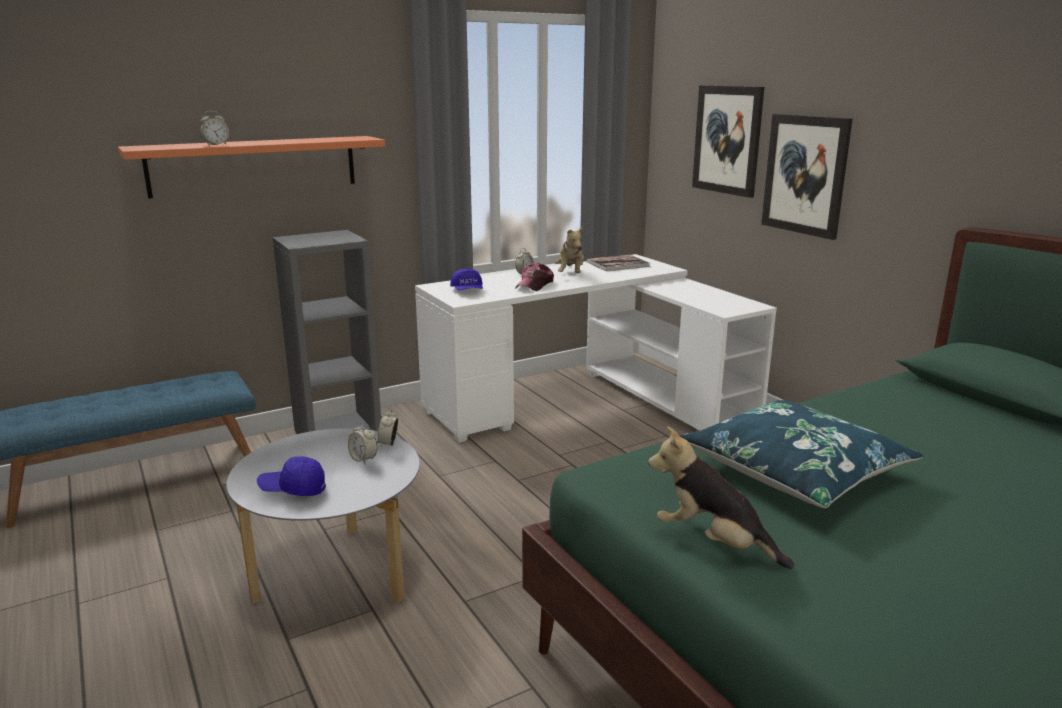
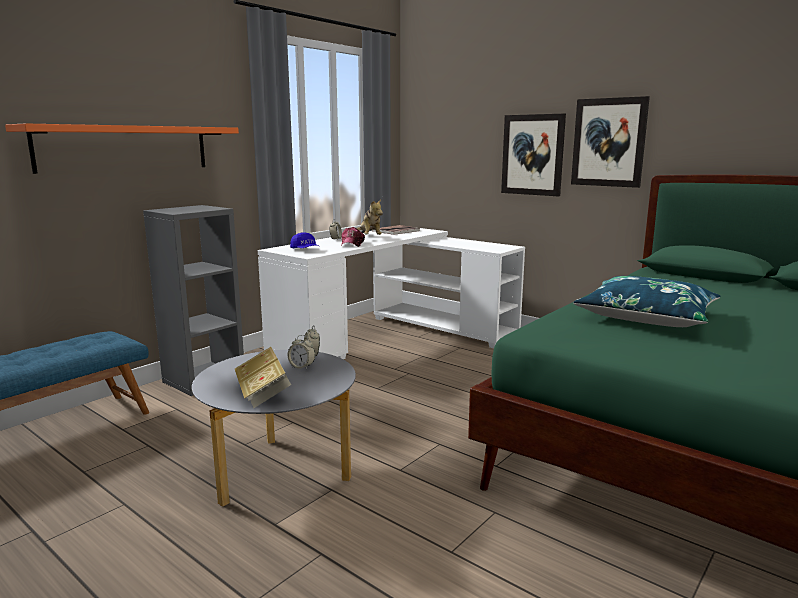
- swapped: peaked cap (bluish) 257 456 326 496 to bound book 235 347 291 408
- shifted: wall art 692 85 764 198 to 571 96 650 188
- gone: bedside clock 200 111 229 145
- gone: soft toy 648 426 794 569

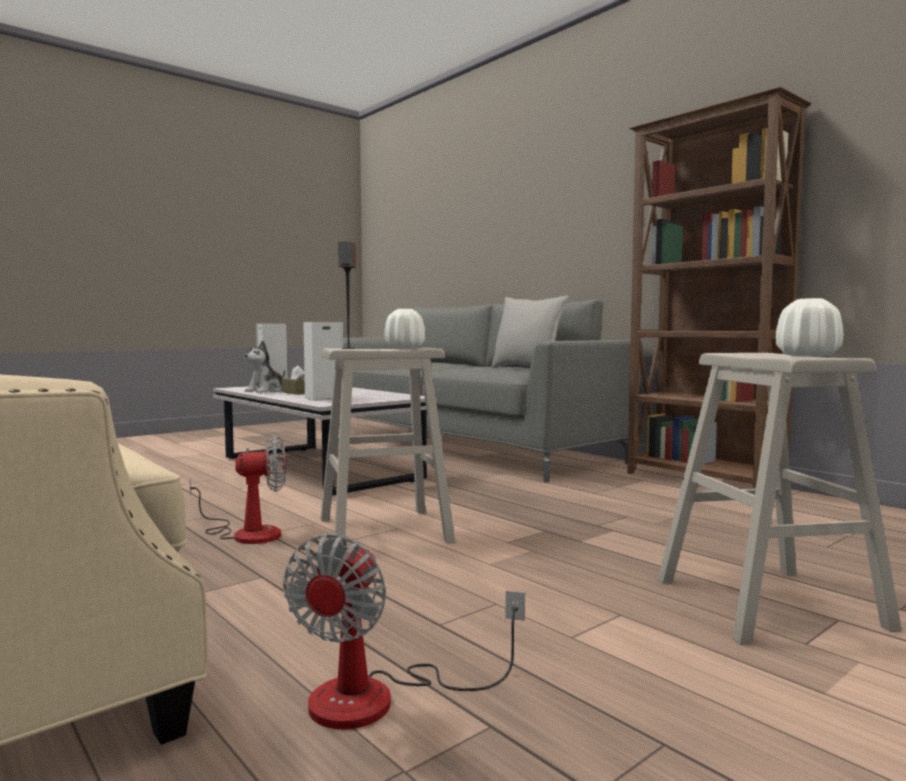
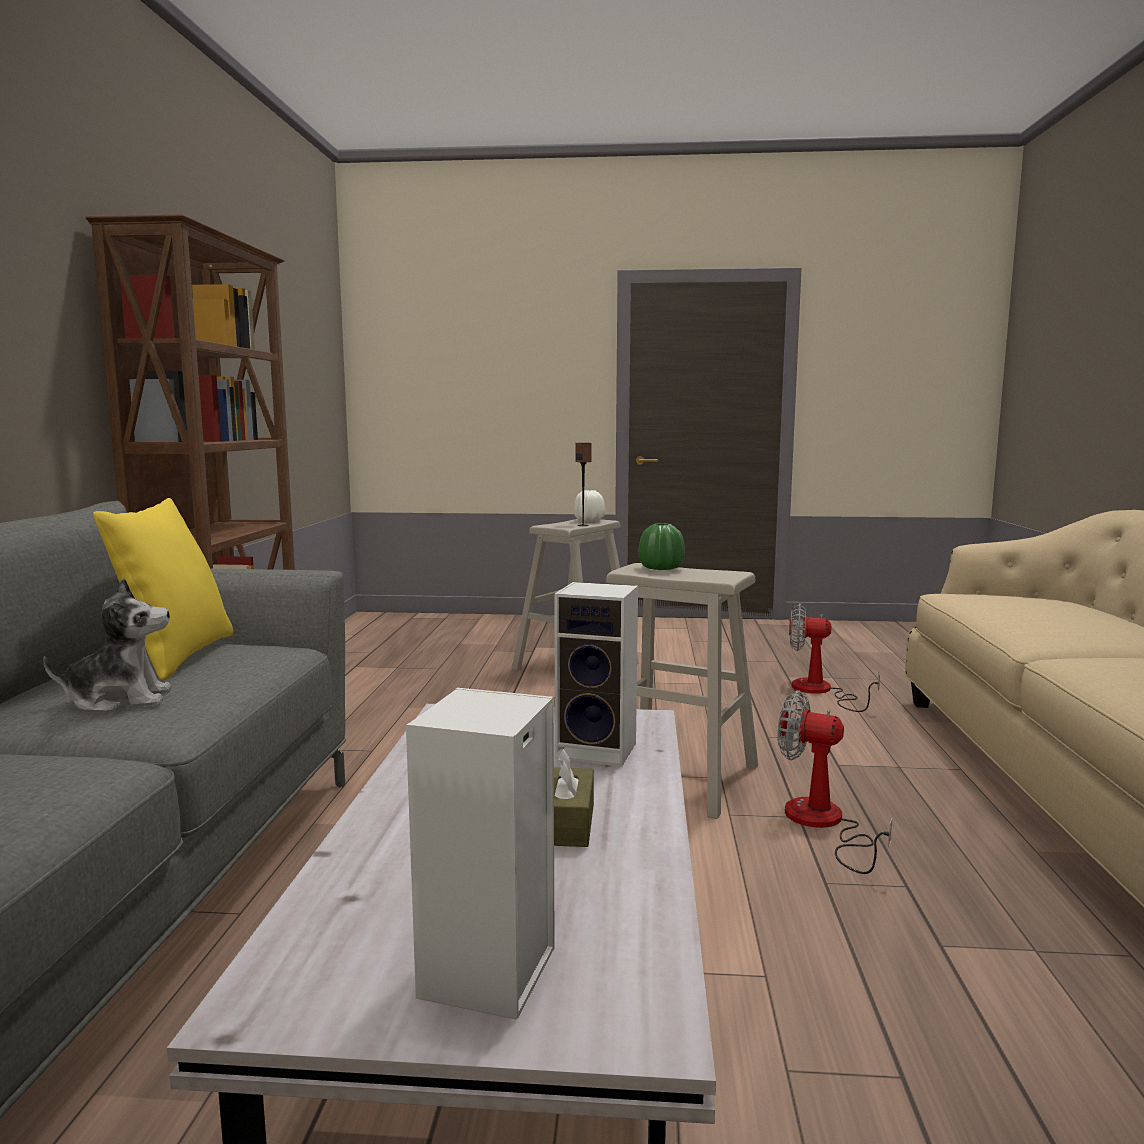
- shifted: soft toy 245 341 285 393 to 43 578 172 712
- repainted: pillow (gray) 491 296 569 368 to pillow (yellowish) 93 498 233 681
- shifted: loudspeaker 338 242 356 349 to 575 443 592 526
- repainted: vase (whitish) 384 309 425 348 to vase (greenish) 639 523 685 570
- rotated: electric fan 283 534 525 729 = 789 604 880 712 135 degrees counterclockwise

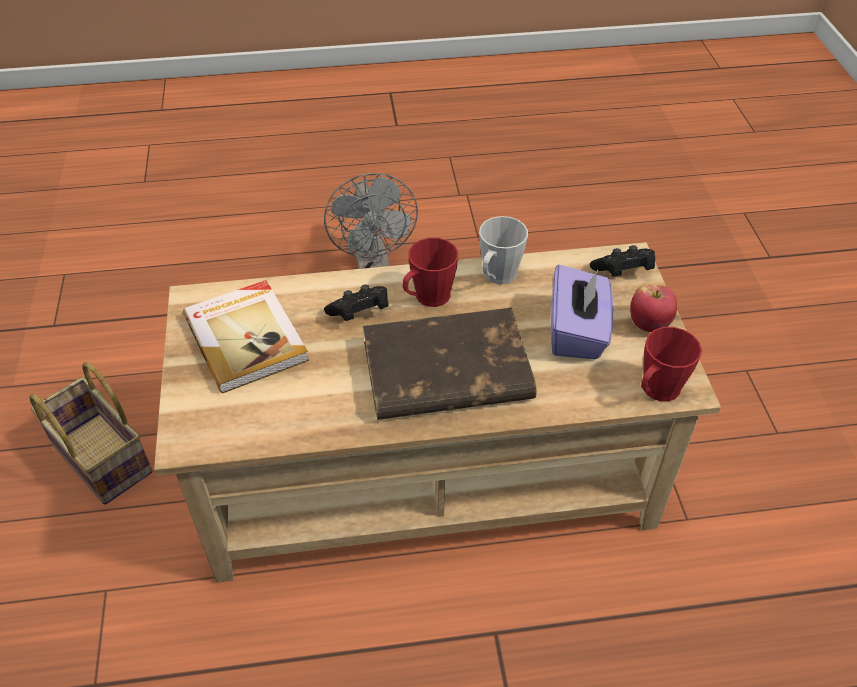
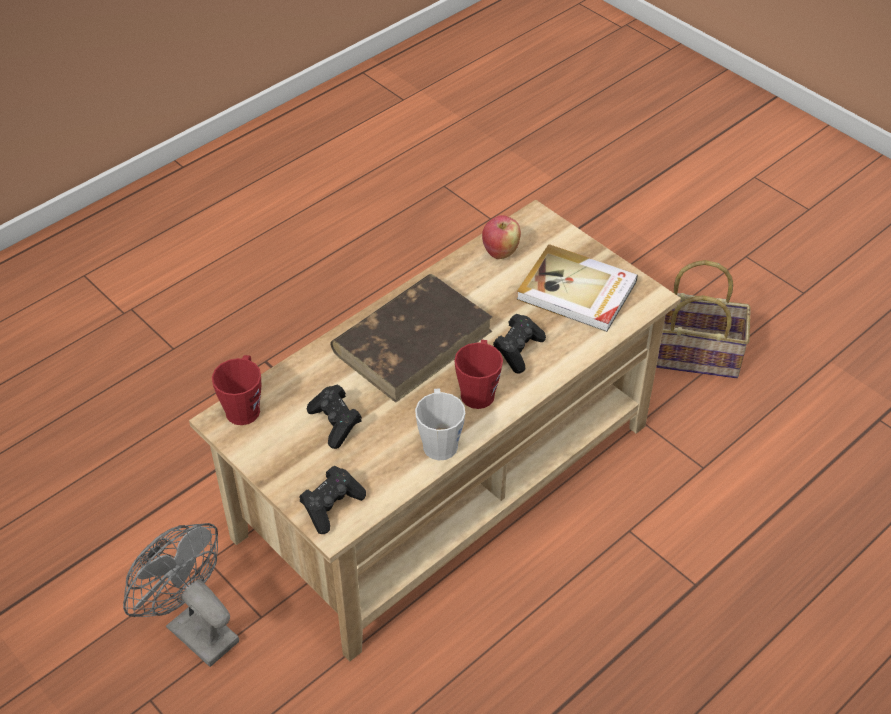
- shifted: electric fan (gray) 324 173 418 269 to 123 523 239 667
- swapped: tissue box (purple) 551 264 613 360 to joypad (black-coloured) 307 385 362 449
- shifted: whole apple 630 284 677 332 to 482 215 521 259

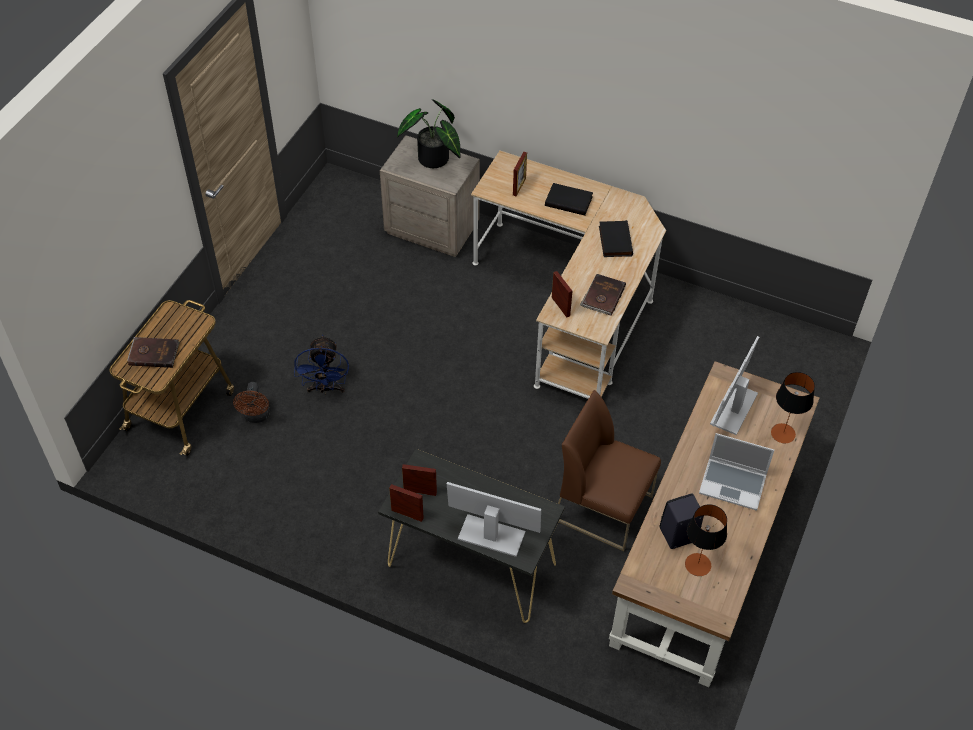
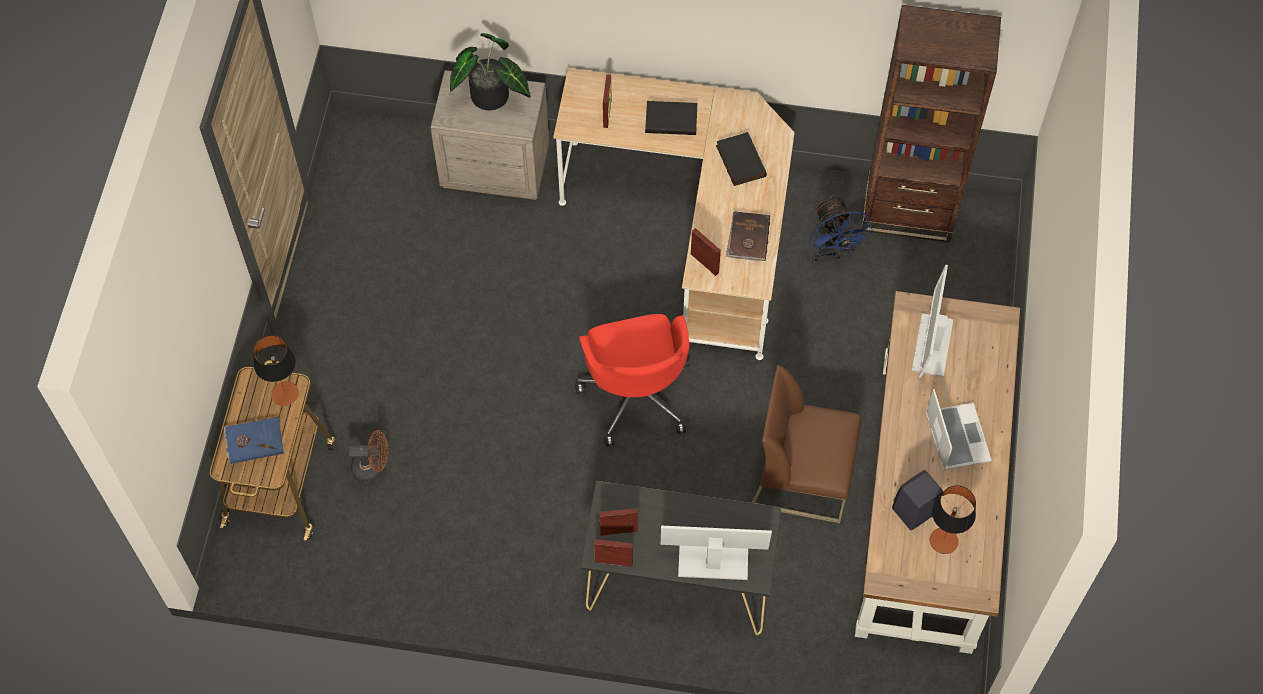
- repainted: bound book (brown) 127 337 180 368 to bound book (bluish) 224 417 284 464
- shifted: lamp for a table 771 372 815 443 to 253 335 299 406
- rotated: electric fan (brown) 233 382 270 423 = 348 430 388 482 75 degrees counterclockwise
- new: computer chair (red) 575 314 690 447
- shifted: electric fan (bluish) 294 335 349 394 to 810 195 873 261
- new: bookshelf (brown) 862 5 1001 243
- rotated: portable computer 699 433 774 511 = 926 389 992 470 105 degrees counterclockwise

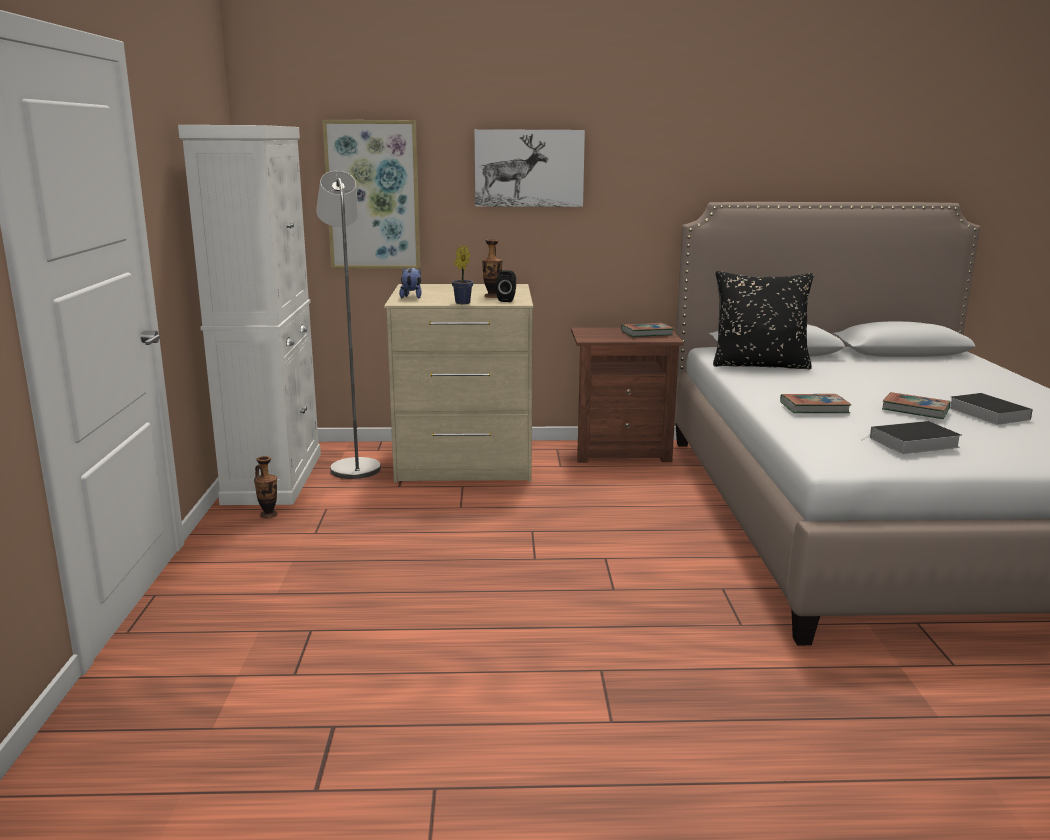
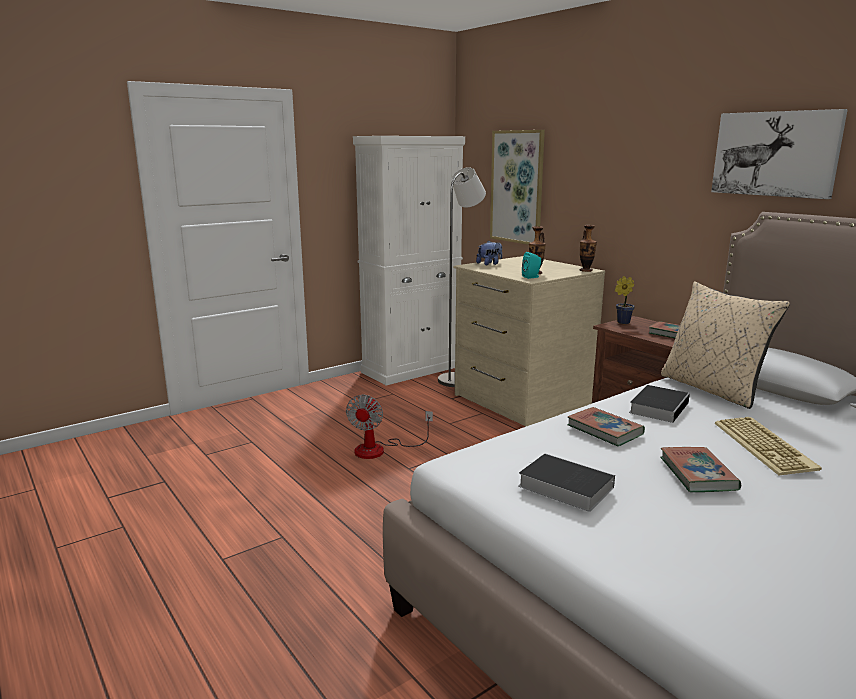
- new: electric fan 346 394 433 459
- repainted: loudspeaker (black-coloured) 497 270 516 302 to loudspeaker (turquoise-coloured) 522 252 541 279
- shifted: vase 254 456 277 519 to 580 225 597 272
- shifted: plant in a pot 452 245 473 304 to 615 276 635 324
- shifted: bound book 950 393 1033 425 to 629 385 690 423
- repainted: pillow (black-coloured) 713 271 814 369 to pillow (beige) 661 281 790 409
- shifted: wall art 475 129 585 207 to 711 109 848 199
- new: PC keyboard 715 417 822 475

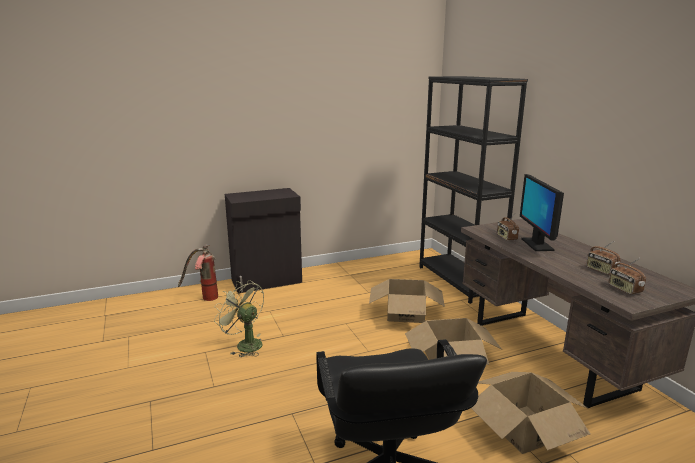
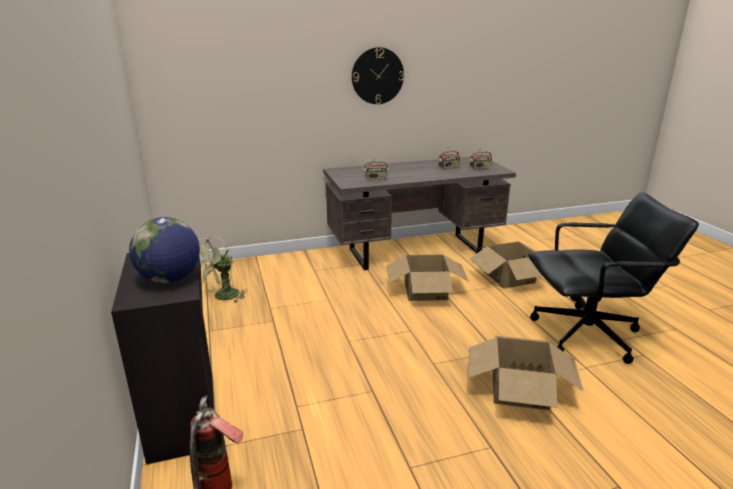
- new: desk globe 129 217 200 283
- shifted: electric fan (greenish) 214 280 264 357 to 199 236 247 303
- new: wall clock 352 47 404 104
- shifted: cardboard box 369 279 445 323 to 469 336 583 410
- gone: bookshelf (black-coloured) 419 76 528 304
- gone: computer screen 520 174 564 251

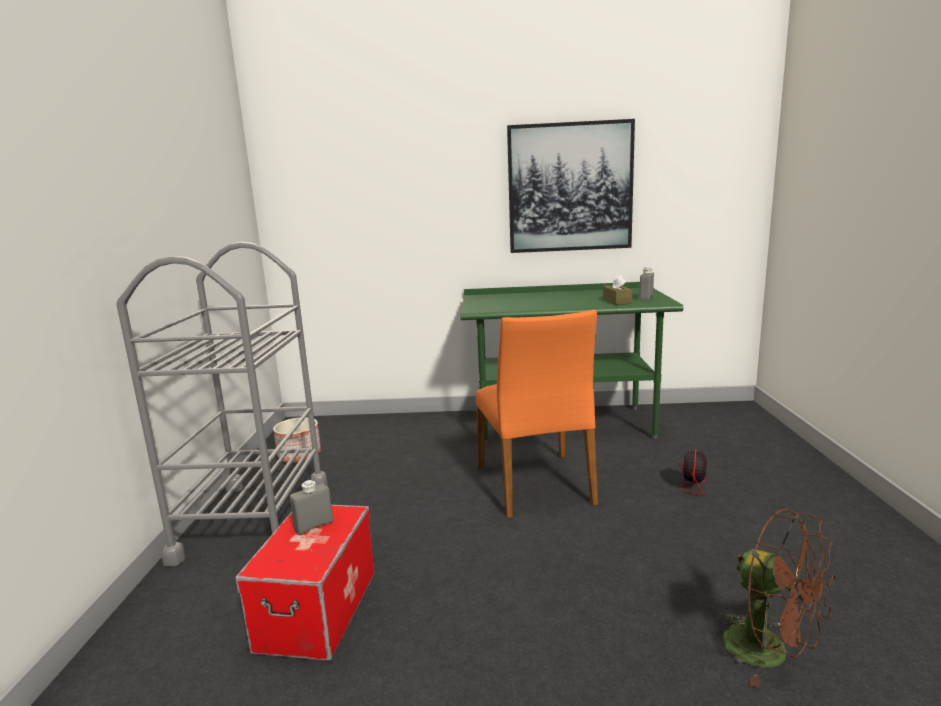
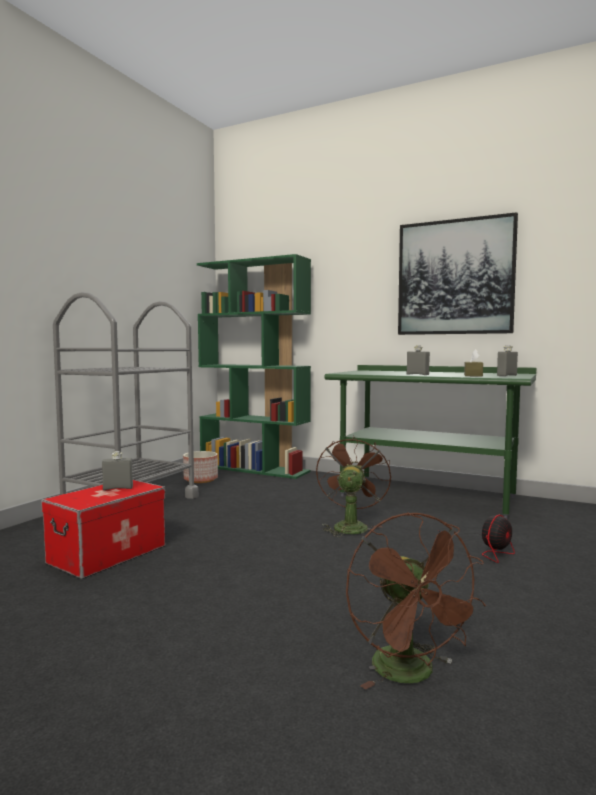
- new: bookshelf (greenish) 197 254 311 479
- swapped: plain chair (orange) 476 310 598 518 to electric fan (brown) 316 435 391 537
- new: beverage bottle (gray) 407 345 430 375

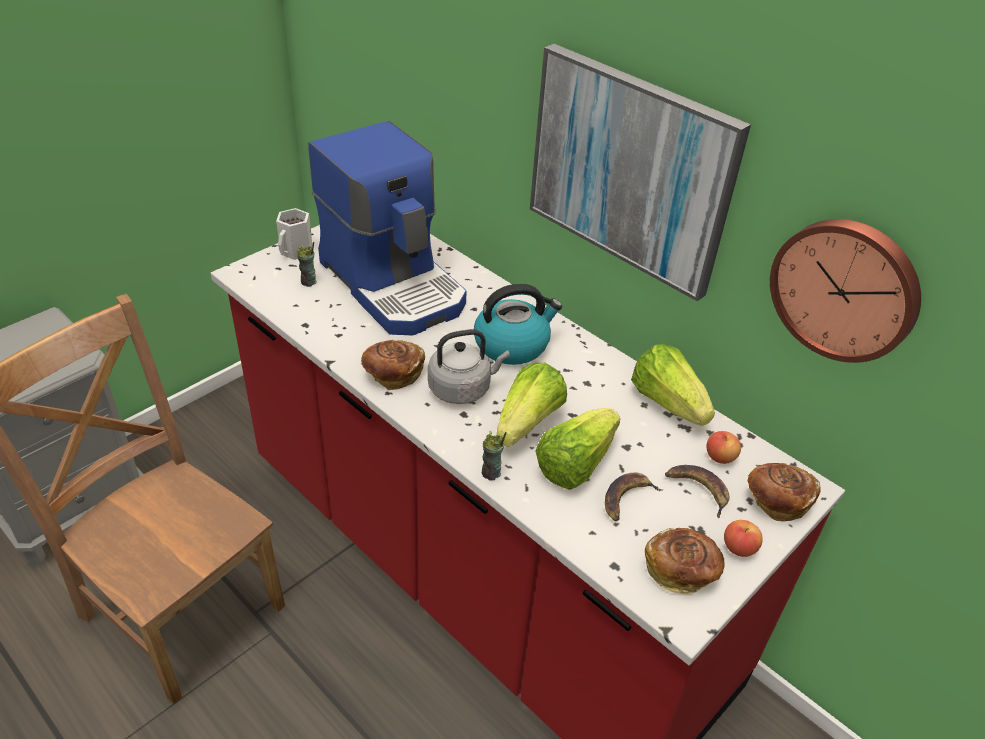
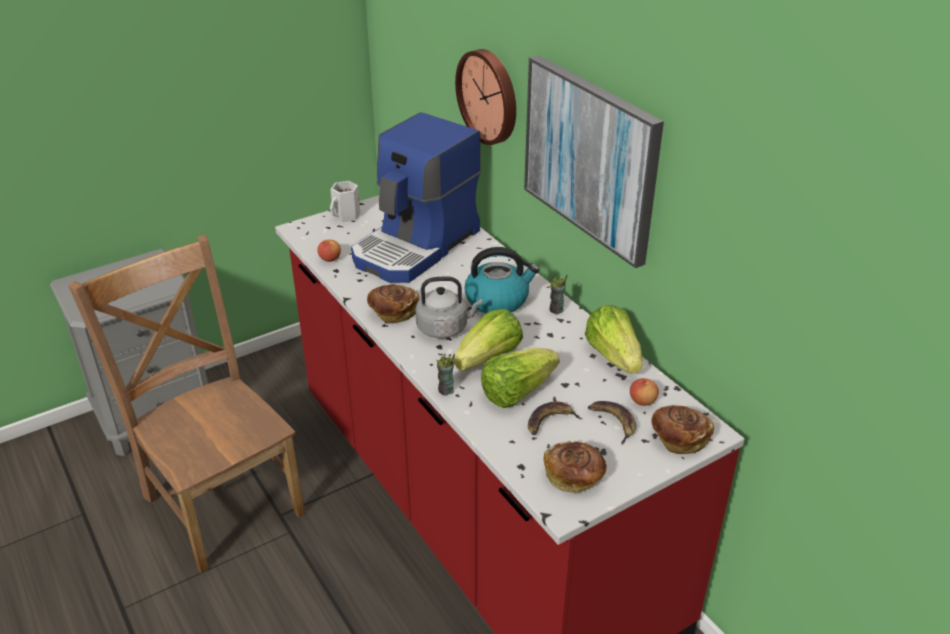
- shifted: whole apple 724 520 763 557 to 317 240 341 262
- rotated: coffee brewer 308 121 467 335 = 351 112 481 283 60 degrees clockwise
- shifted: wall clock 770 219 921 363 to 455 49 516 145
- shifted: cup 297 242 317 287 to 549 275 567 314

